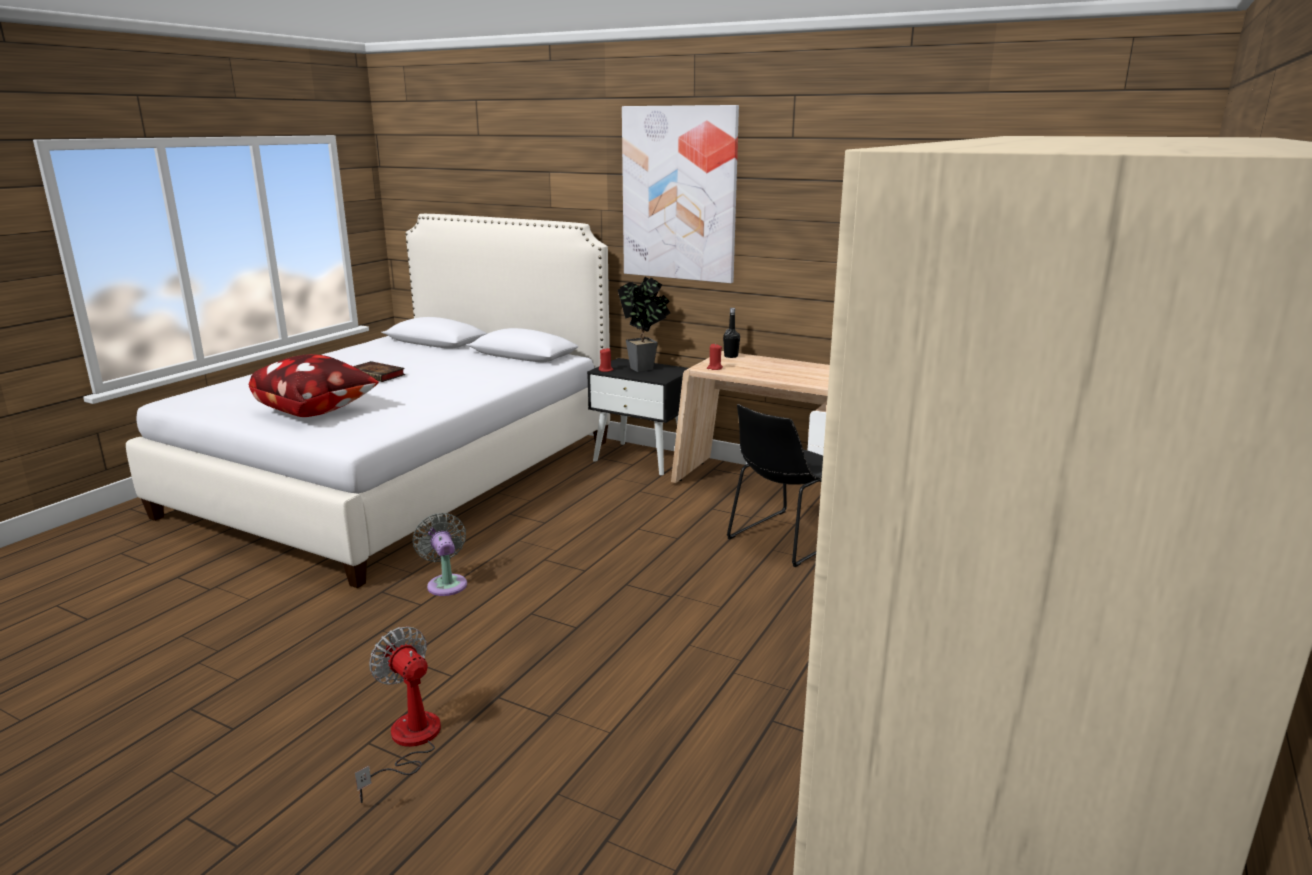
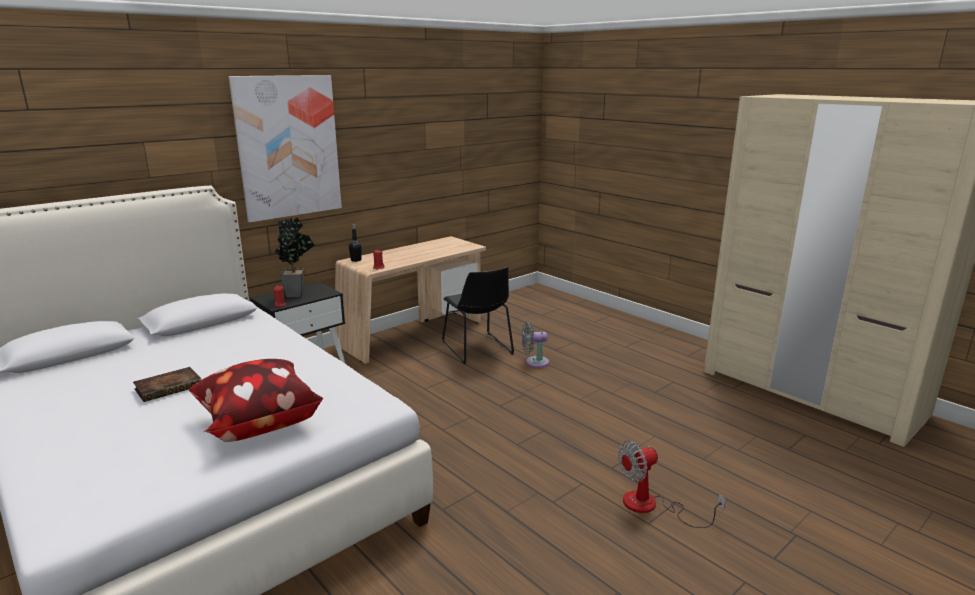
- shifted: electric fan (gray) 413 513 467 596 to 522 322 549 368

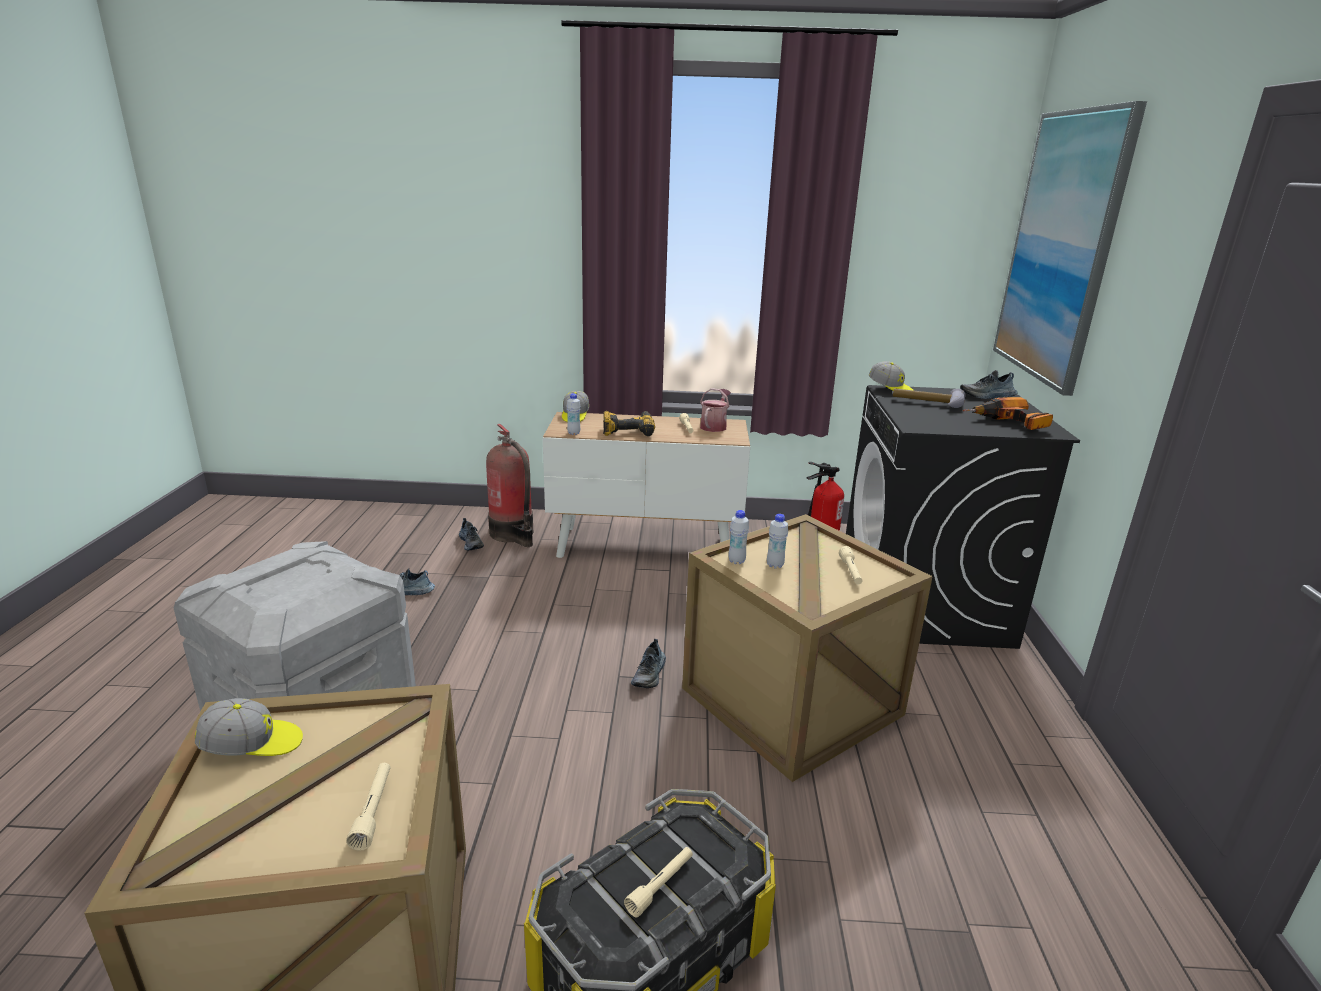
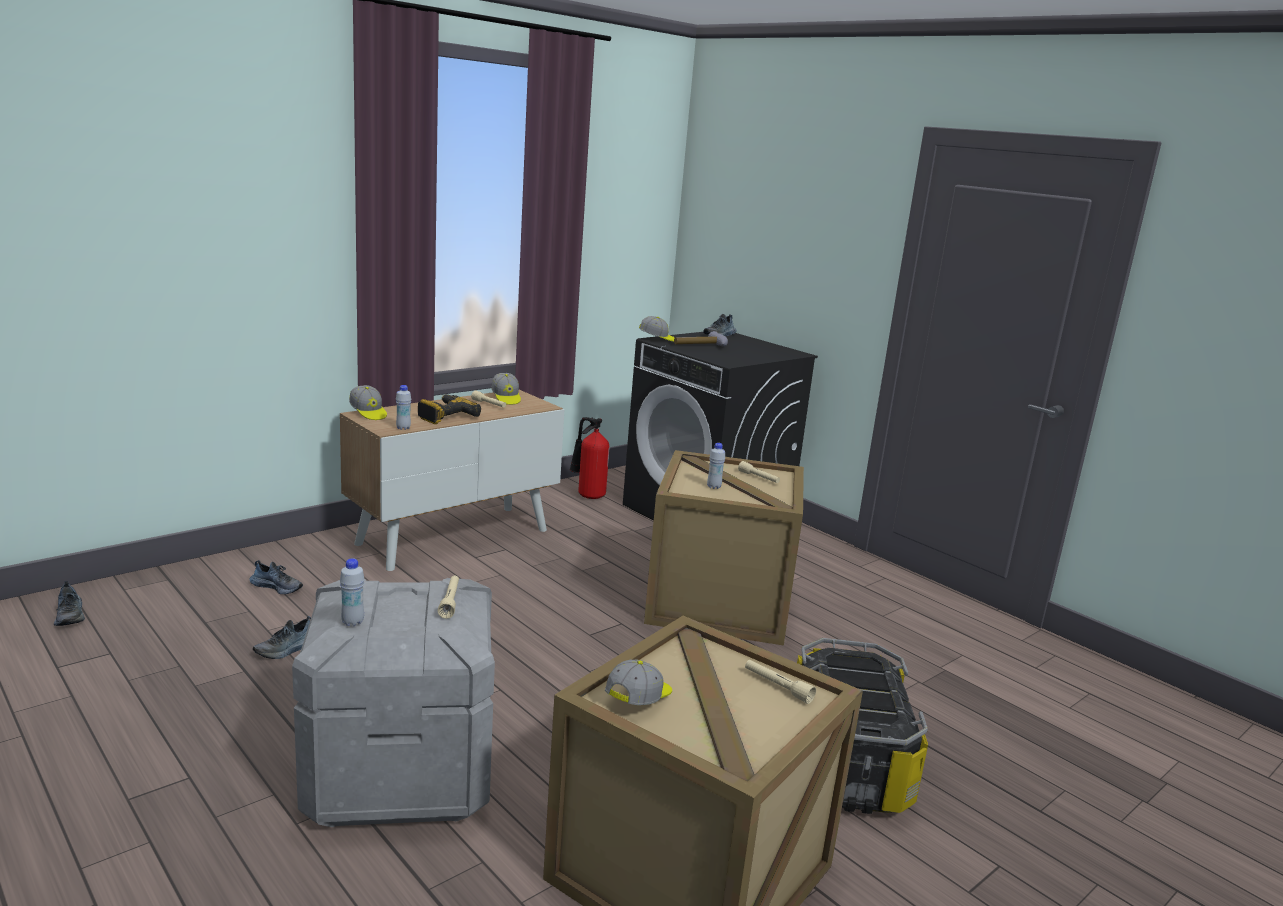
- shifted: shoe 631 639 666 688 to 54 581 85 626
- shifted: beverage bottle (whitish) 728 510 749 564 to 340 558 365 626
- shifted: torch (beige) 624 847 693 918 to 438 575 459 619
- swapped: watering pot 700 388 731 432 to peaked cap 491 373 521 405
- gone: extinguisher 486 424 533 547
- gone: electric drill 963 397 1053 430
- gone: wall art 993 101 1147 396

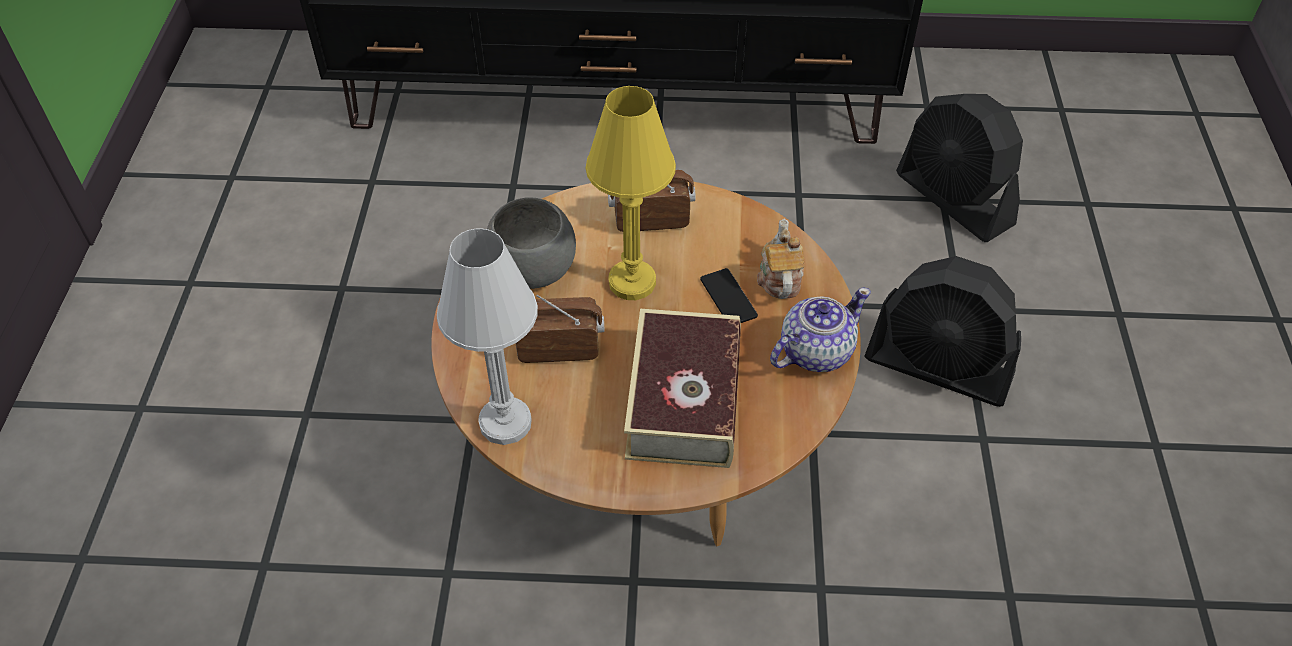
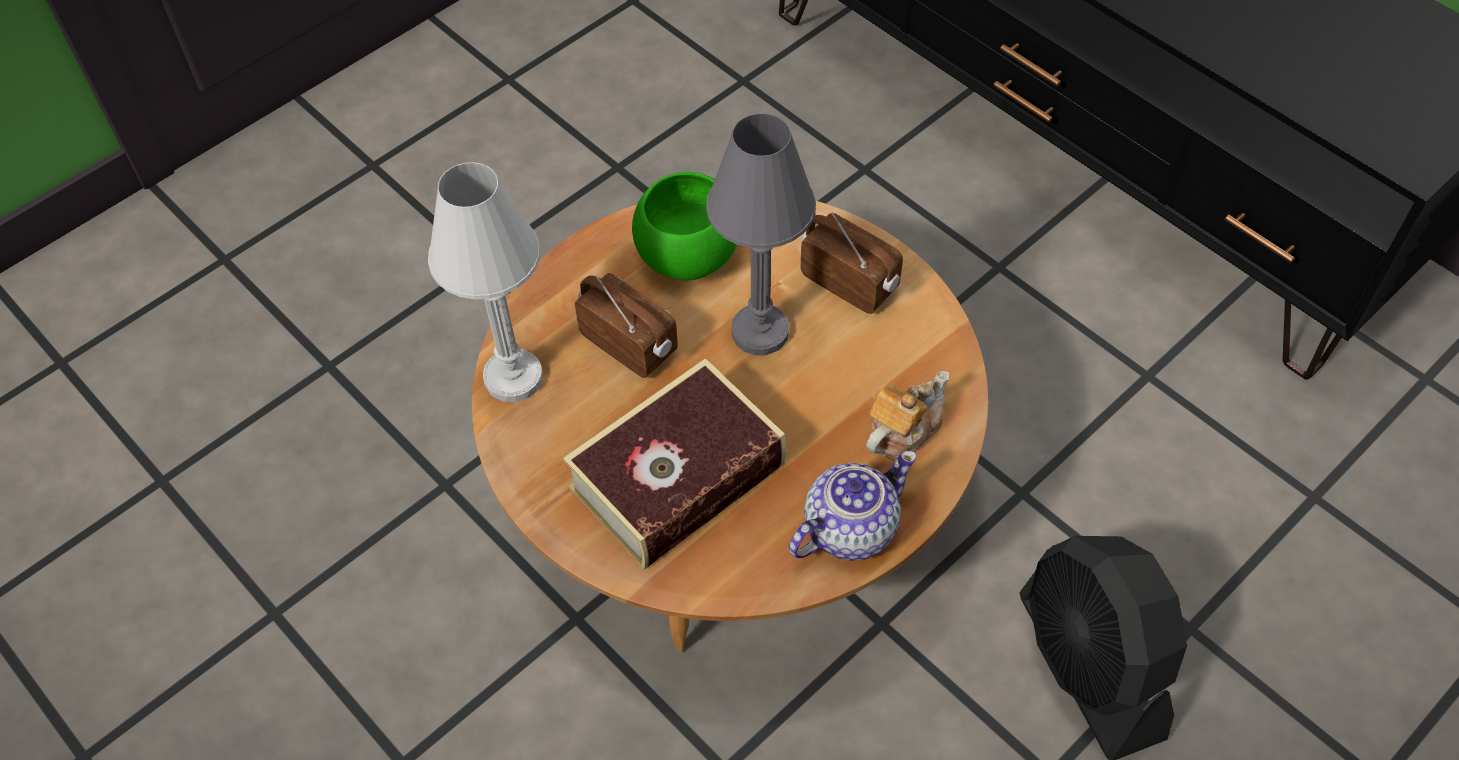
- repainted: deep dish (gray) 487 197 576 289 to deep dish (greenish) 632 172 737 280
- repainted: lamp for a table (yellowish) 586 86 676 300 to lamp for a table (gray) 706 113 816 355
- rotated: pot for tea 770 288 871 372 = 789 450 917 561 45 degrees counterclockwise
- gone: telephone 700 268 758 323
- gone: electric fan (black-coloured) 896 94 1023 242

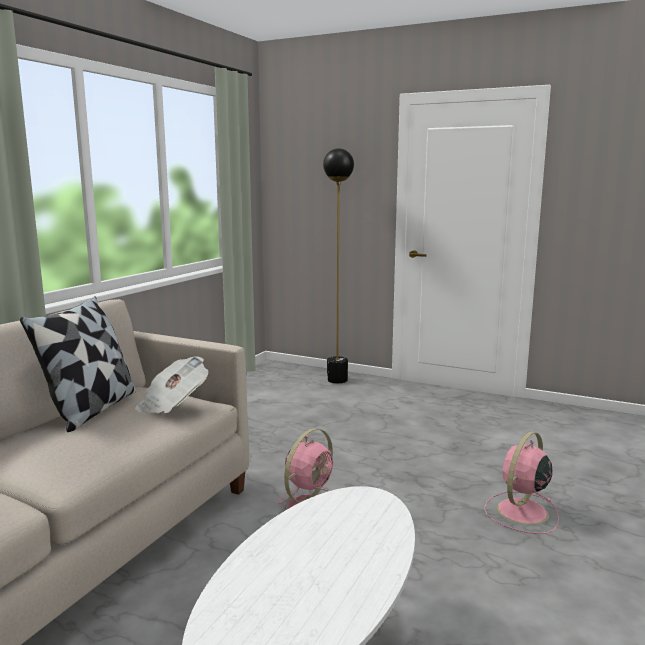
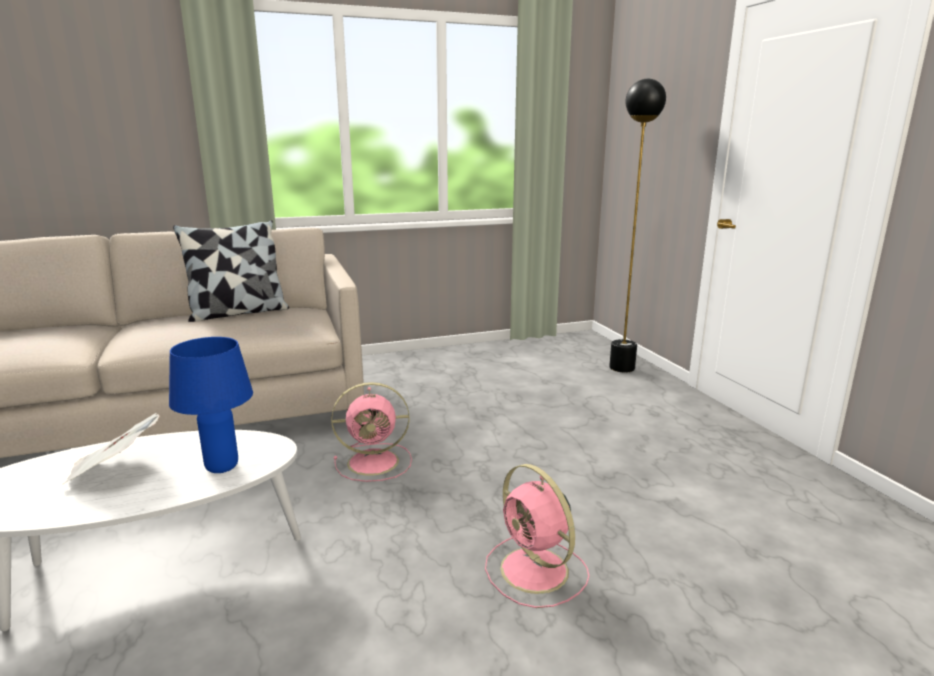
- shifted: newspaper 135 356 208 413 to 62 413 159 485
- new: lamp for a table (bluish) 169 337 253 473
- rotated: electric fan (pink-coloured) 484 431 559 534 = 485 464 589 608 120 degrees counterclockwise

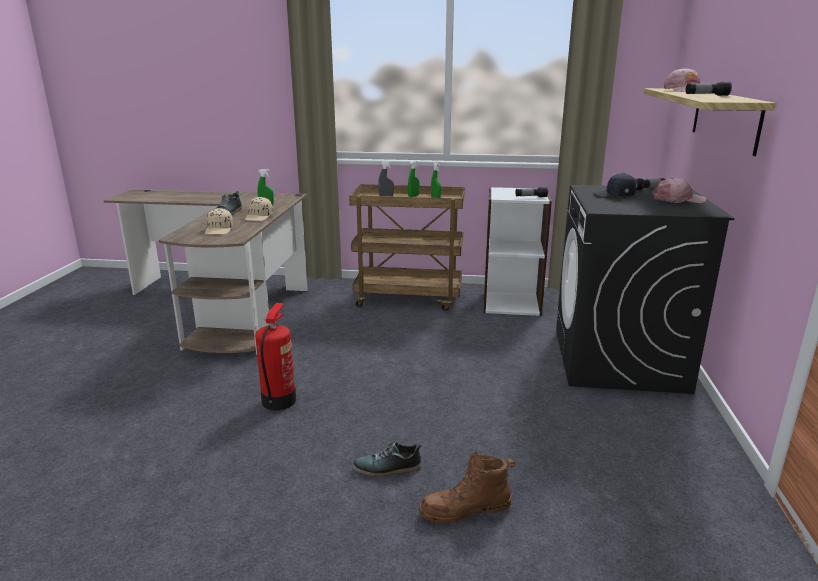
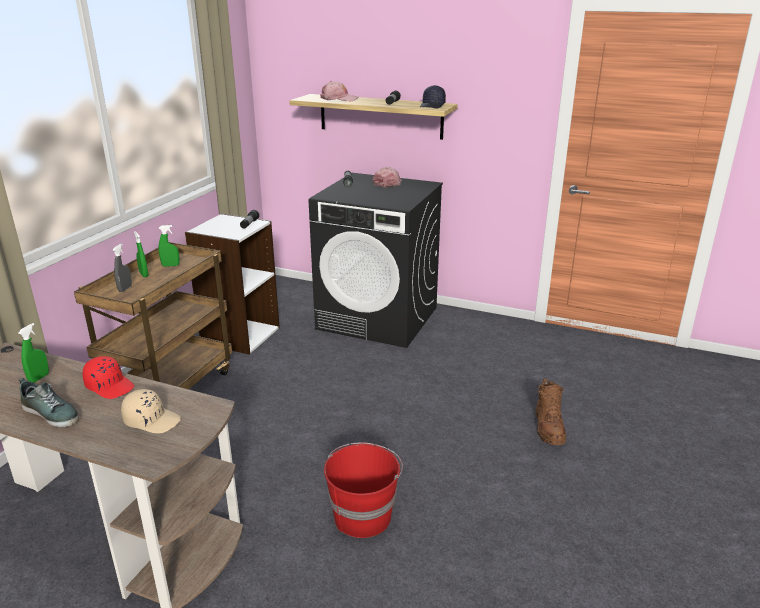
- repainted: peaked cap (beige) 244 197 273 221 to peaked cap (red) 83 356 134 399
- swapped: extinguisher 255 303 296 410 to water bucket (red) 324 442 403 538
- shifted: peaked cap (black-coloured) 593 173 636 198 to 420 85 446 109
- gone: shoe 353 441 422 477

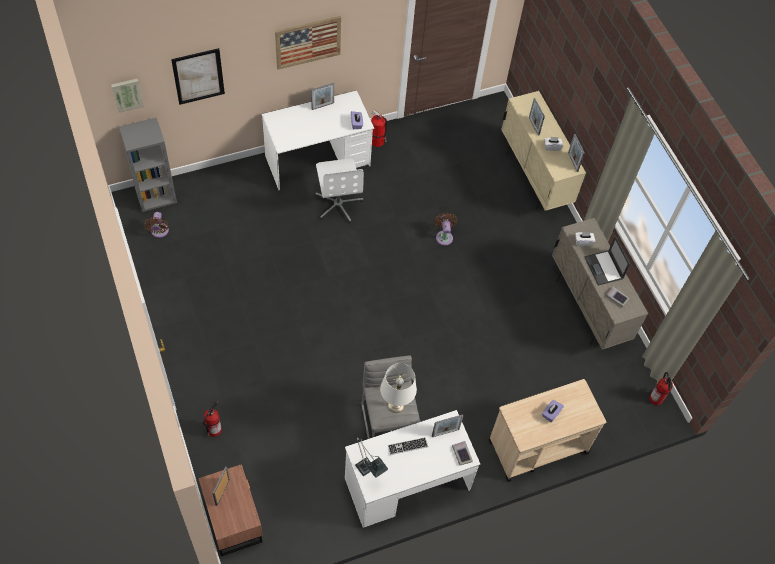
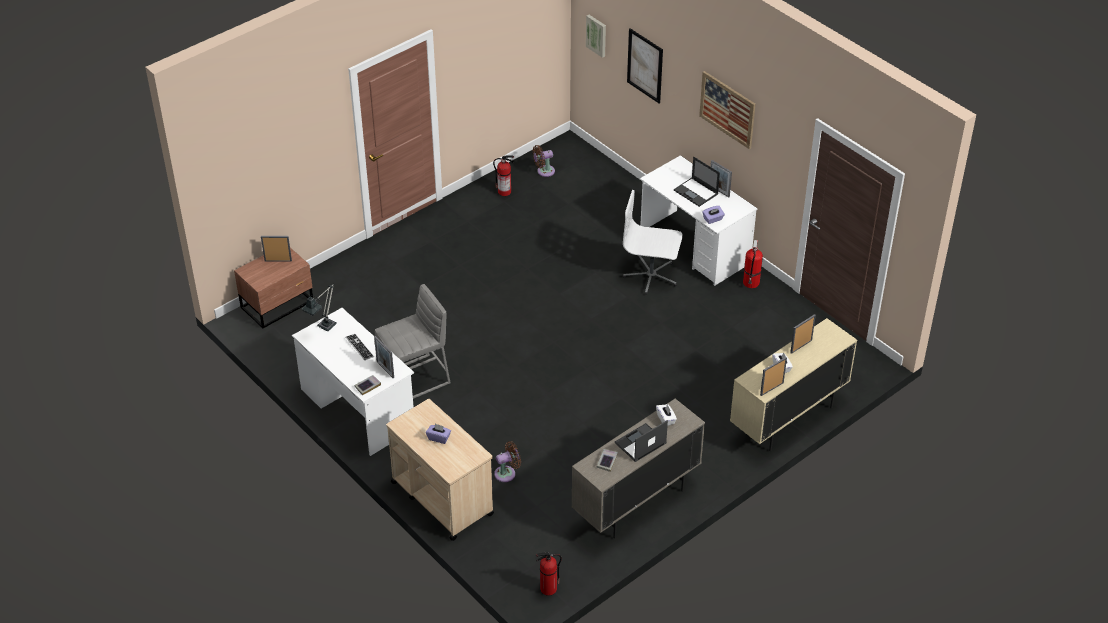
- shifted: extinguisher 203 400 222 437 to 493 155 514 196
- shifted: electric fan (brown) 434 212 458 245 to 494 441 521 482
- rotated: computer chair (whitish) 315 159 364 223 = 623 190 683 295 45 degrees clockwise
- new: portable computer 674 157 720 207
- gone: bookshelf (gray) 119 118 177 212
- gone: lamp for a table (whitish) 380 363 417 413

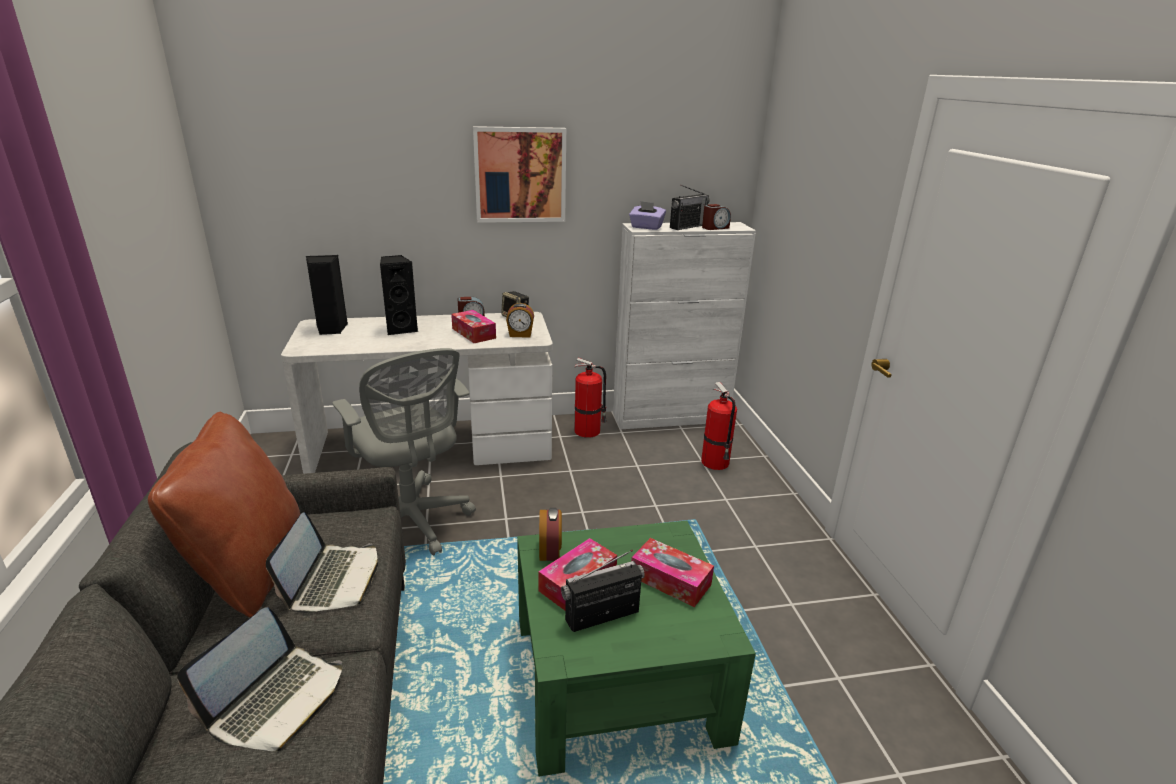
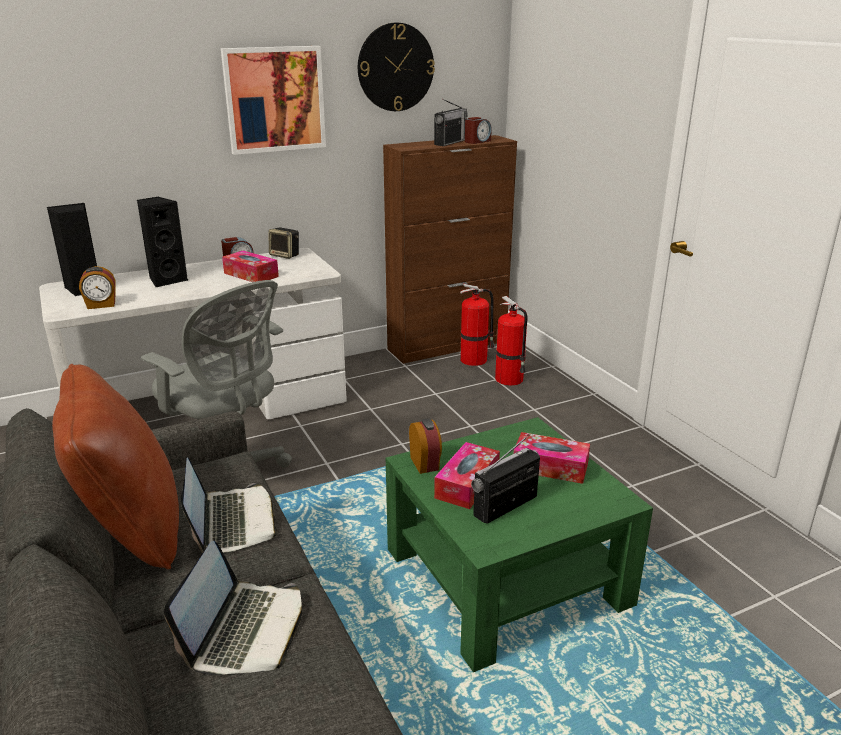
- shifted: bedside clock 506 303 534 338 to 79 266 115 309
- new: wall clock 358 23 435 111
- repainted: cabinet (whitish) 613 222 756 429 to cabinet (brown) 383 135 517 364
- shifted: extinguisher 574 358 607 438 to 460 284 495 366
- gone: tissue box (purple) 629 201 666 230

